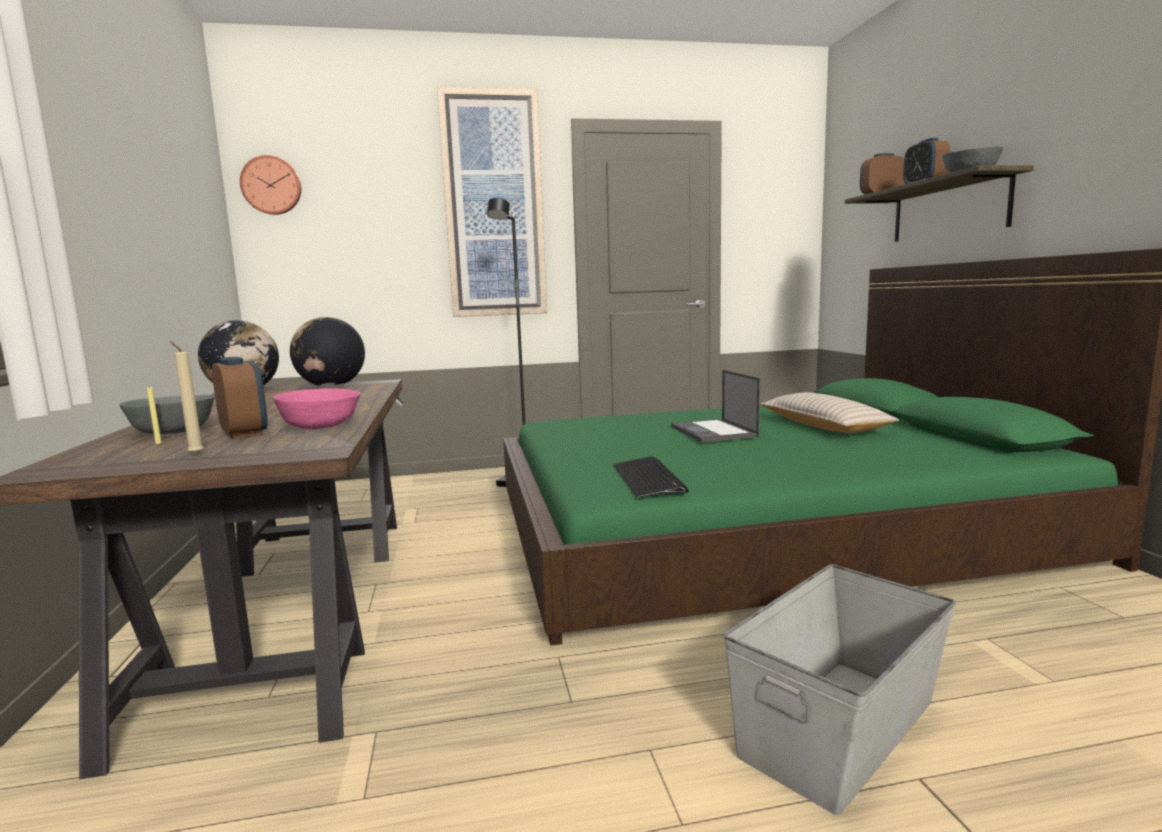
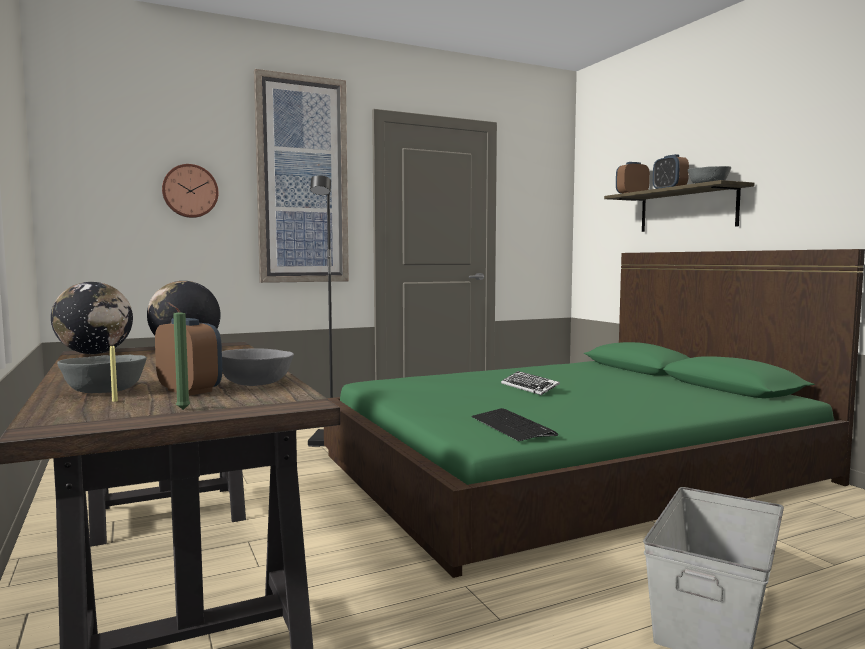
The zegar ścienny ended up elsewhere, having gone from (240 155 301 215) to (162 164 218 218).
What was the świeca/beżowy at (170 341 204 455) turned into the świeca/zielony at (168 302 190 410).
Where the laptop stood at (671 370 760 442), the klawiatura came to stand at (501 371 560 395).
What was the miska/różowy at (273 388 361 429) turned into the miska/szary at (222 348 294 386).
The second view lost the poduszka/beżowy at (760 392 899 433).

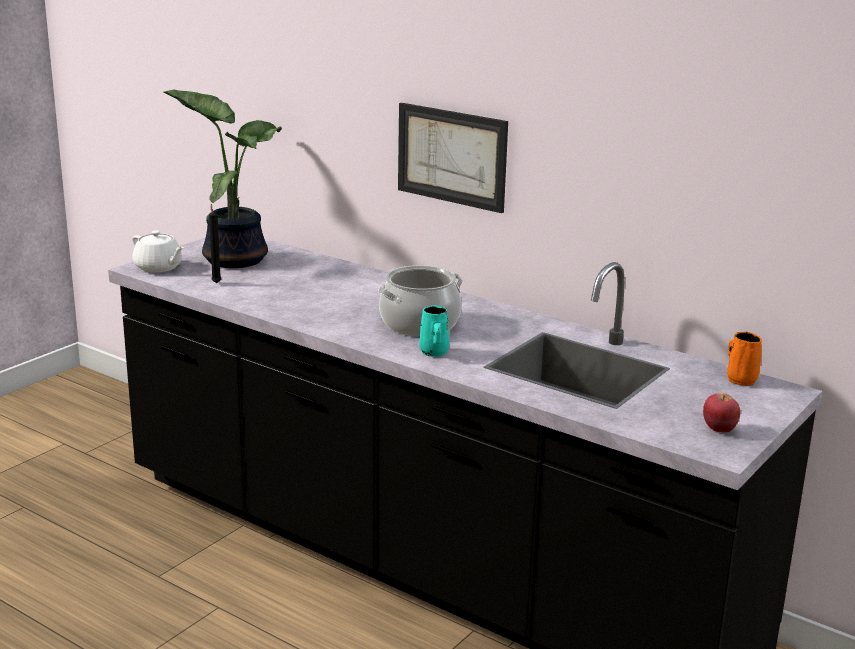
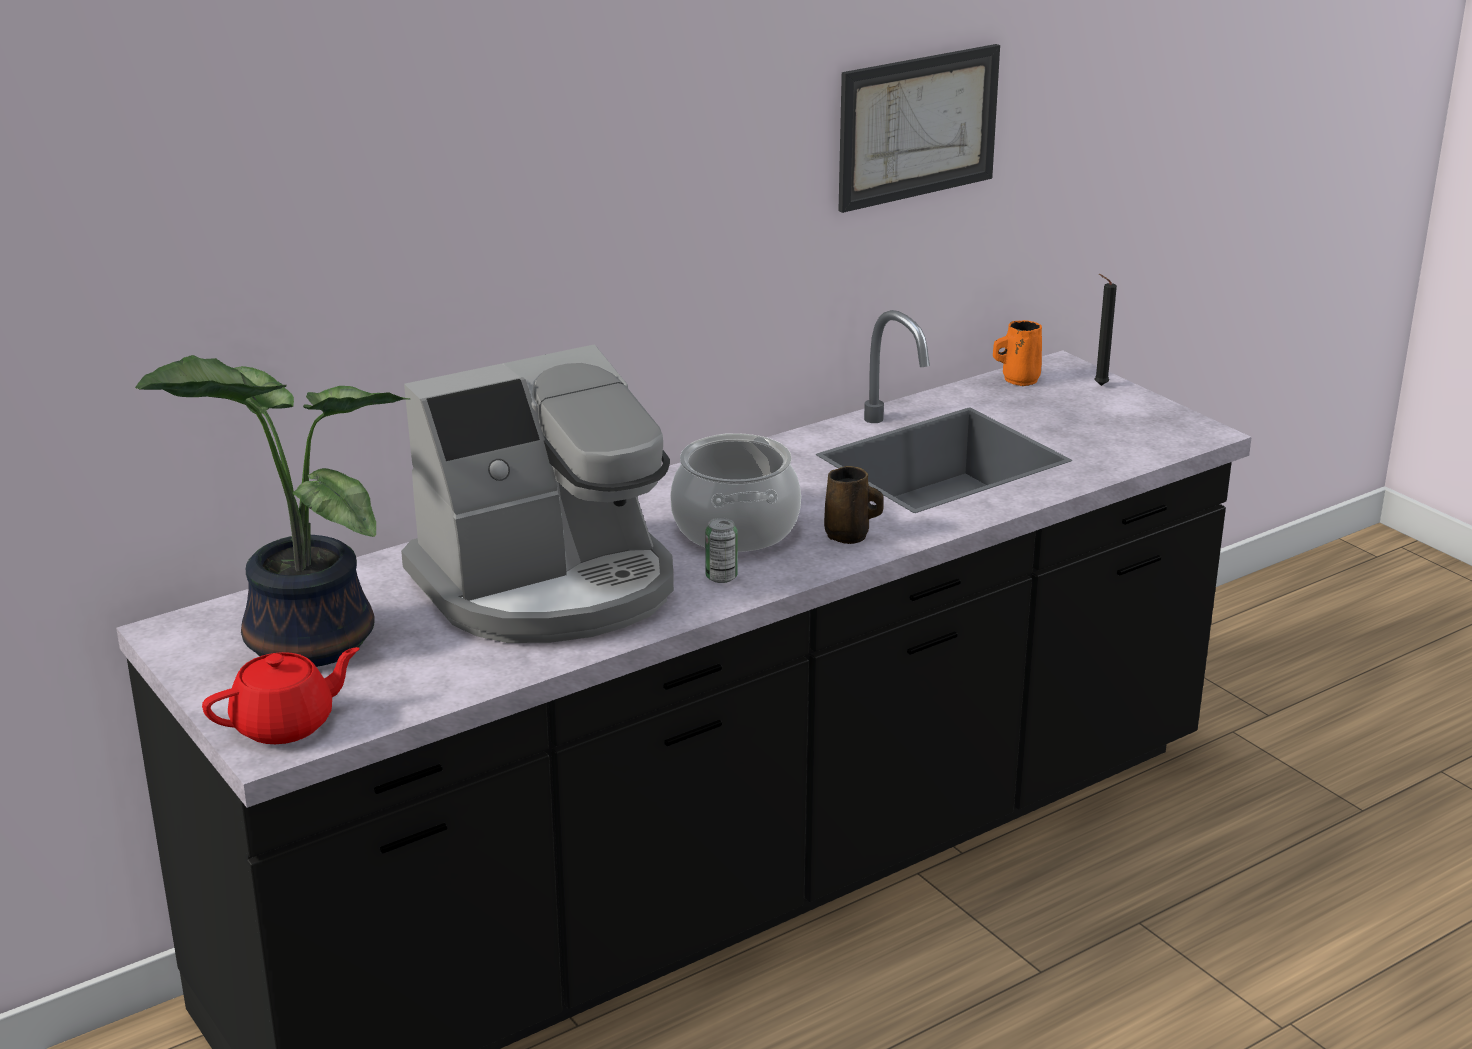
The obraz ended up elsewhere, having gone from (398 103 508 213) to (838 44 1000 213).
The świeca/czarny ended up elsewhere, having gone from (209 204 221 283) to (1094 274 1117 386).
What was the imbryk/biały at (132 230 184 272) turned into the imbryk/czerwony at (202 647 359 744).
What was the kubek/turkusowy at (419 306 449 357) turned into the kubek/brązowy at (824 466 884 544).
The second view lost the jabłko at (703 393 740 433).
The second view gained the ekspres do kawy at (401 344 674 643).
The second view gained the puszka at (705 518 738 583).

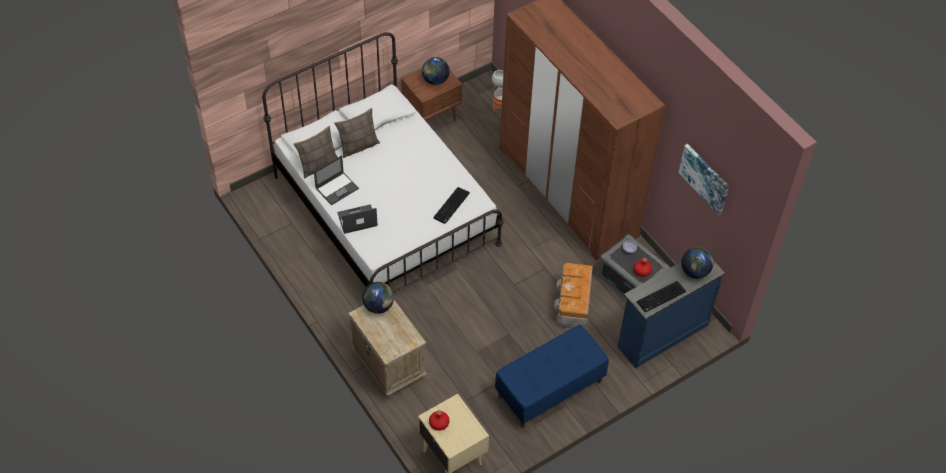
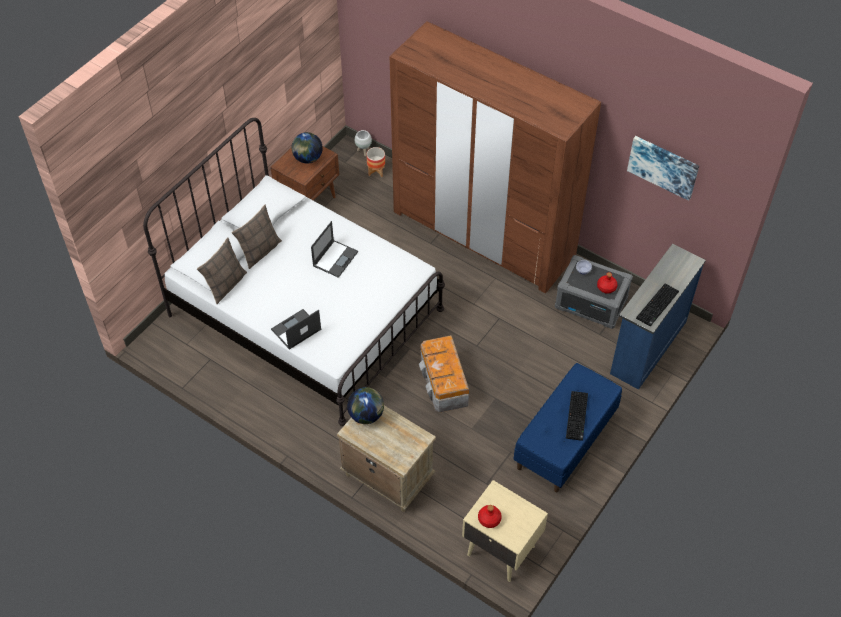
The laptop ended up elsewhere, having gone from (314 155 359 205) to (311 221 358 278).
The klawiatura ended up elsewhere, having gone from (433 187 470 224) to (566 391 588 441).
The second view lost the globus at (681 247 714 279).
The pojemnik do przechowywania ended up elsewhere, having gone from (554 263 593 330) to (419 335 469 413).

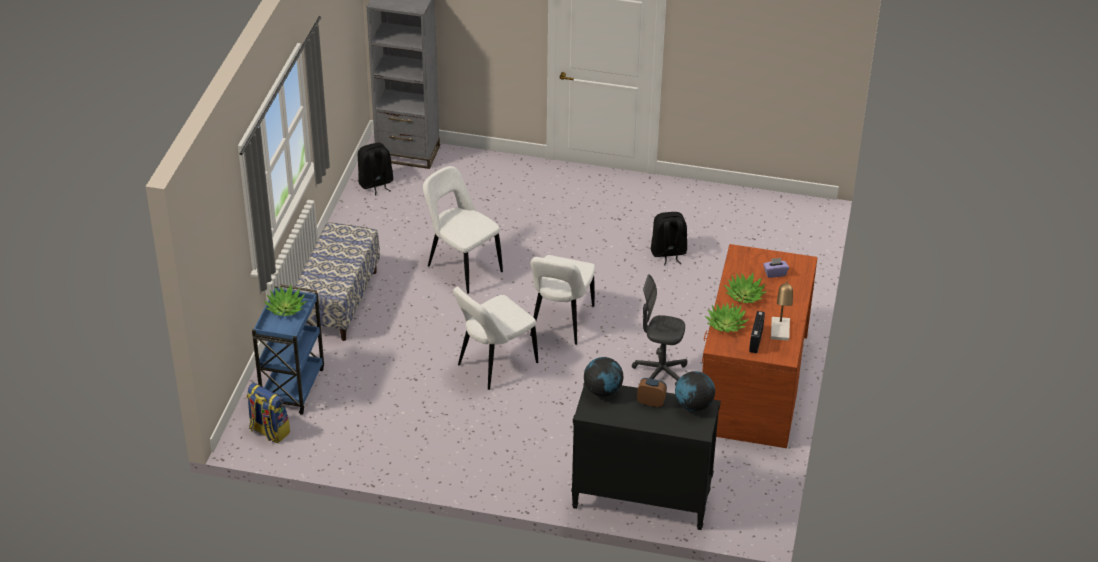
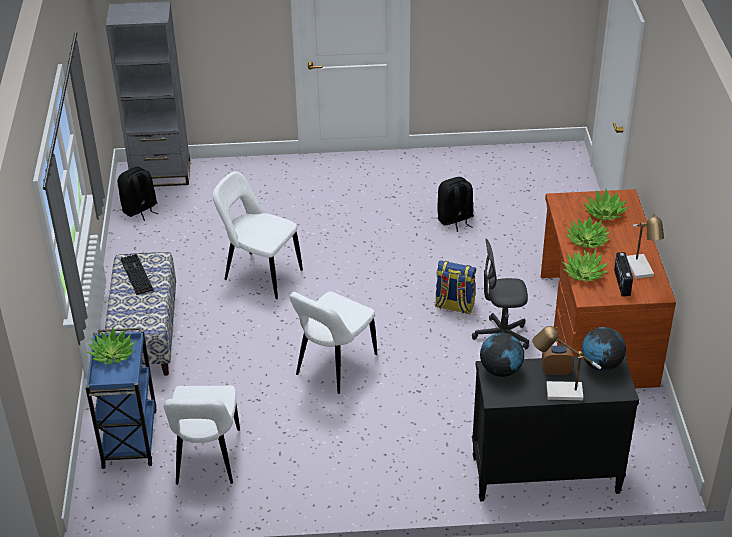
The krzesło/biały ended up elsewhere, having gone from (530 255 595 345) to (163 386 240 485).
Where the pudełko chusteczek/fioletowy stood at (763 258 789 278), the roślina doniczkowa came to stand at (583 189 629 220).
The plecak ended up elsewhere, having gone from (247 383 290 443) to (435 260 476 314).
The second view gained the klawiatura at (121 254 153 295).
The second view gained the lampa stołowa at (532 326 601 400).

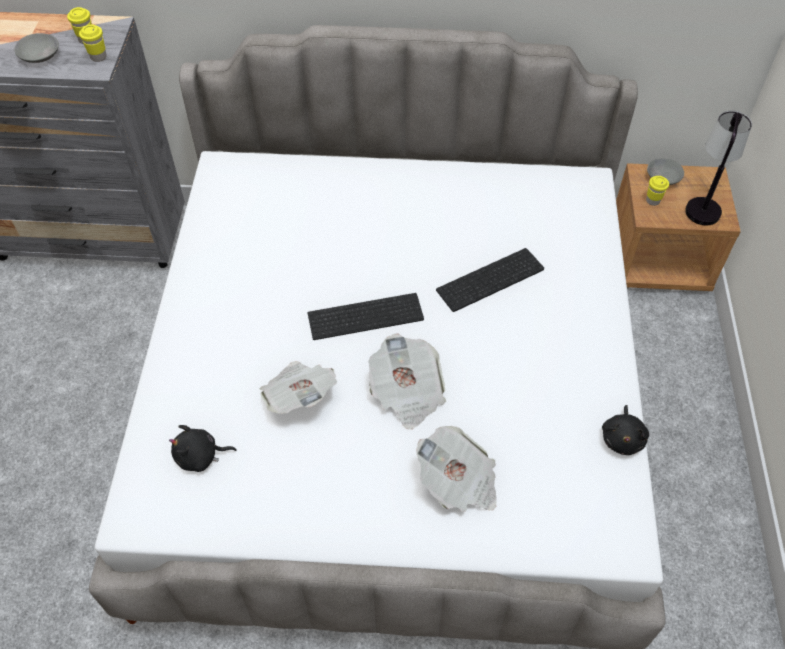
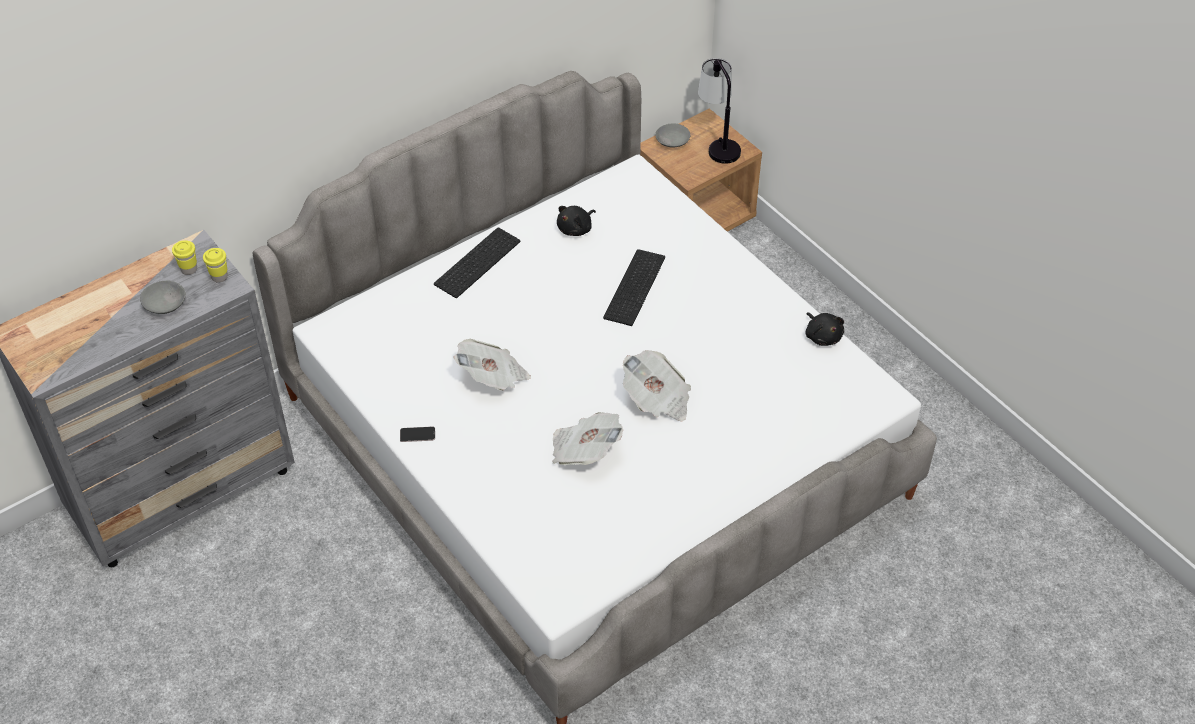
The second view lost the filiżanka/żółty at (646 176 669 206).
The klawiatura ended up elsewhere, having gone from (308 293 424 340) to (434 227 520 298).
The pluszak/czarny ended up elsewhere, having gone from (169 425 237 472) to (557 206 596 236).
The gazeta ended up elsewhere, having gone from (416 426 497 512) to (453 339 531 390).
The second view gained the telefon at (400 427 435 442).

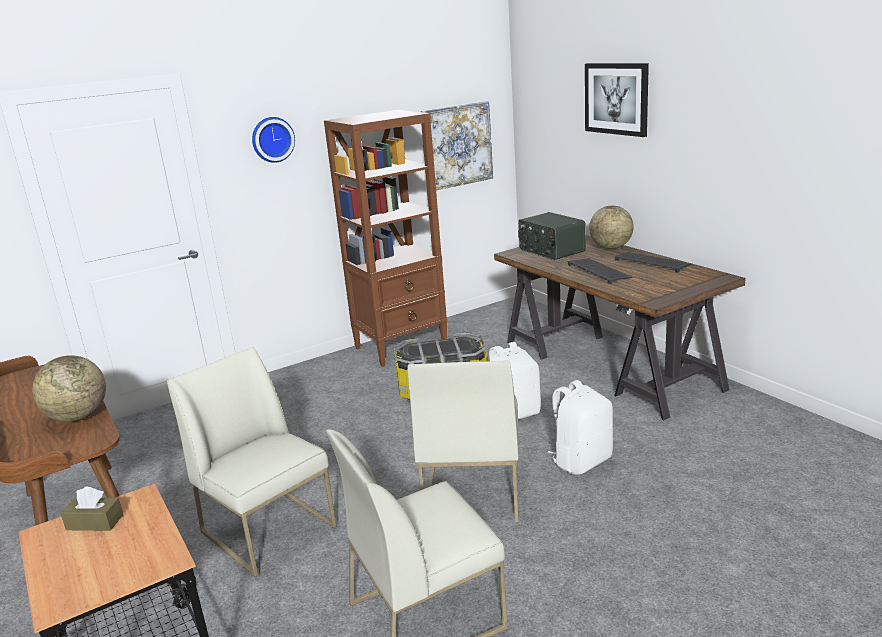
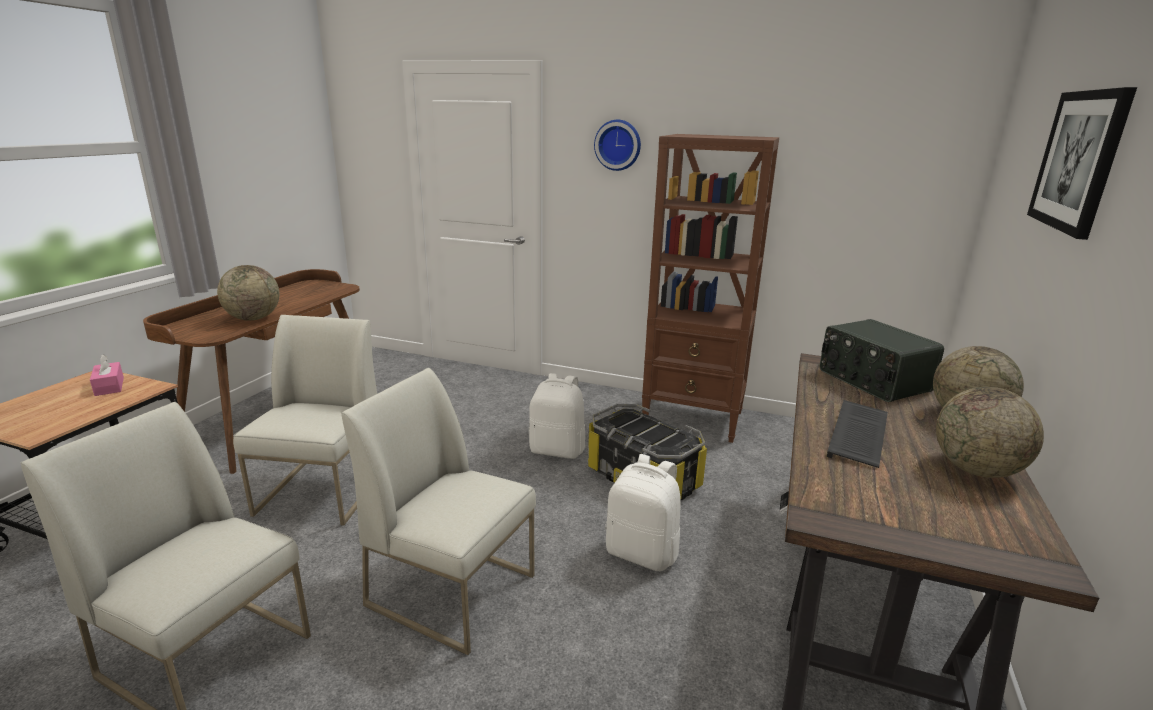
The second view lost the obraz at (420 101 493 190).
The radio at (518 212 586 260) ended up facing another way, 45 degrees counterclockwise from before.
Where the klawiatura stood at (614 252 692 273), the globus came to stand at (936 387 1044 478).
The krzesło/biały at (408 360 519 522) ended up facing another way, 60 degrees clockwise from before.
The plecak/biały ended up elsewhere, having gone from (548 380 613 475) to (529 373 585 459).
What was the pudełko chusteczek/brązowy at (61 487 123 531) turned into the pudełko chusteczek/różowy at (90 354 124 396).

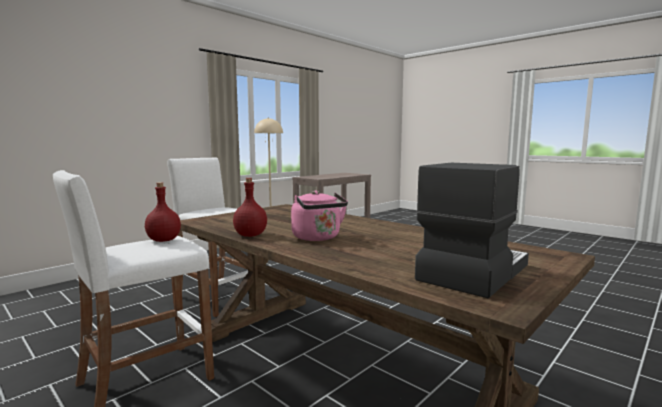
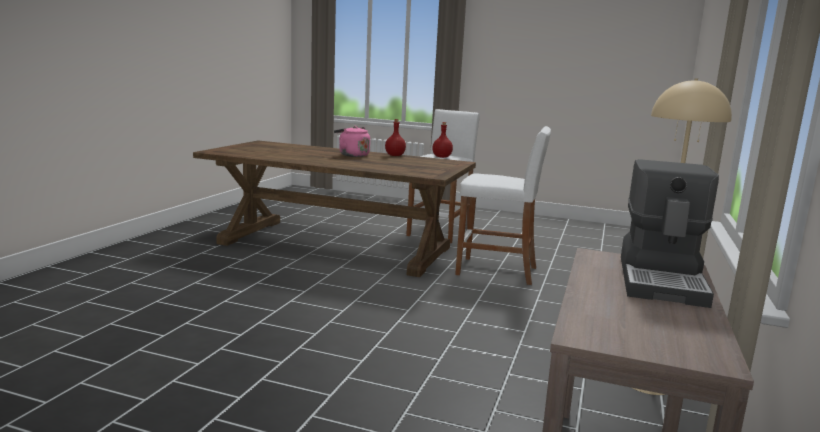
The ekspres do kawy ended up elsewhere, having gone from (415 163 529 298) to (621 159 719 308).

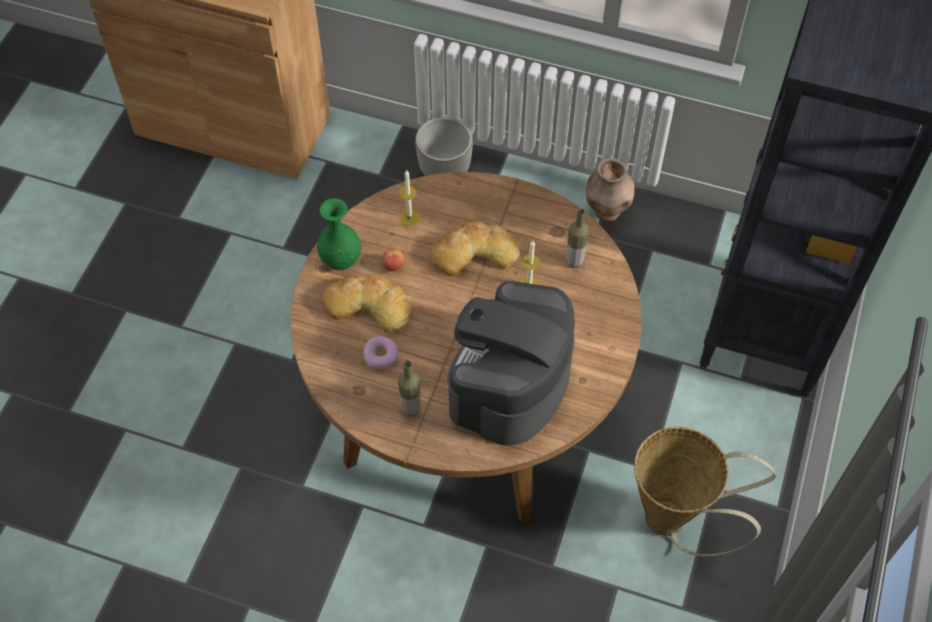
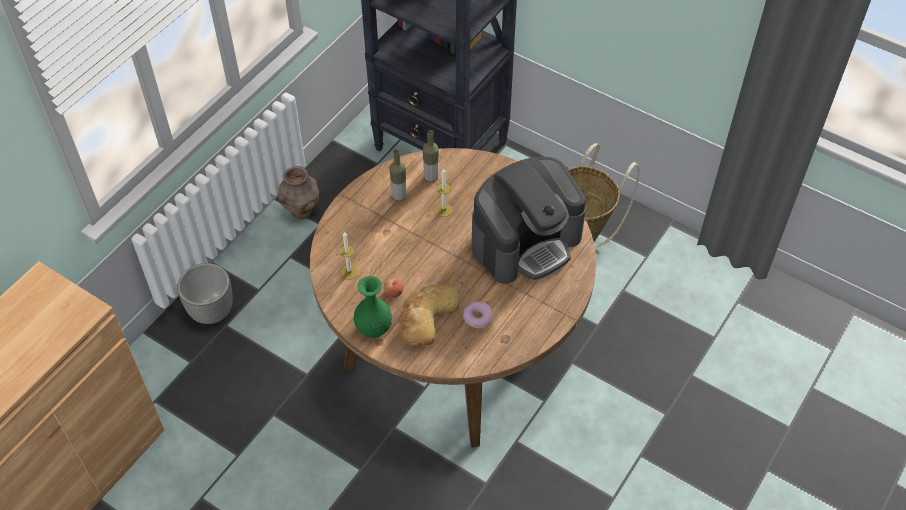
The second view lost the chleb at (430 221 520 276).
The ekspres do kawy at (447 281 575 446) ended up facing another way, 75 degrees counterclockwise from before.
The butelka ended up elsewhere, having gone from (398 361 421 416) to (389 149 406 202).

